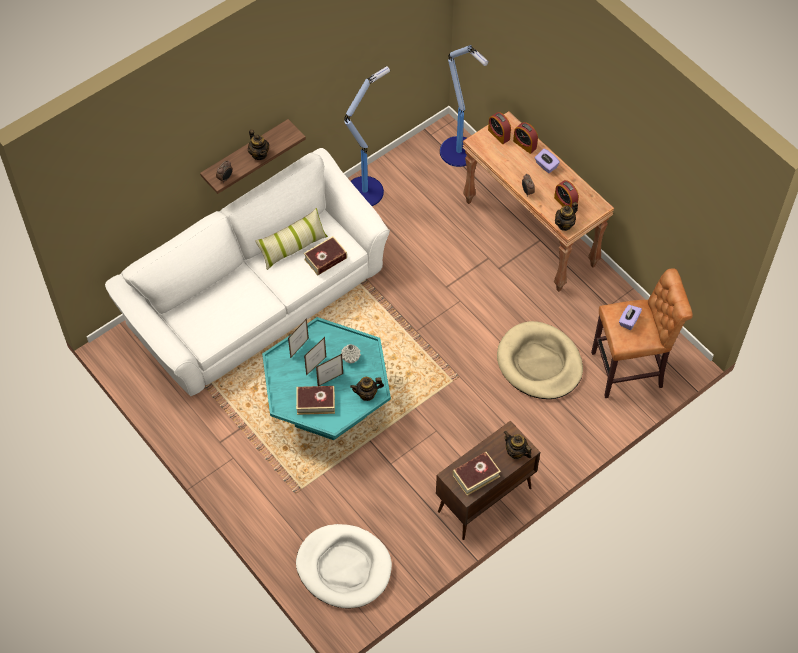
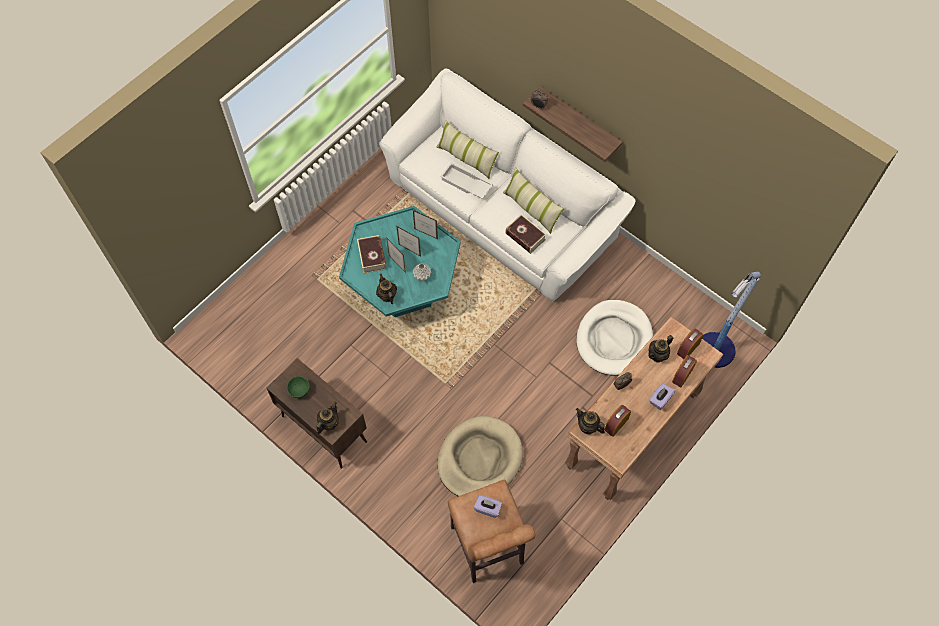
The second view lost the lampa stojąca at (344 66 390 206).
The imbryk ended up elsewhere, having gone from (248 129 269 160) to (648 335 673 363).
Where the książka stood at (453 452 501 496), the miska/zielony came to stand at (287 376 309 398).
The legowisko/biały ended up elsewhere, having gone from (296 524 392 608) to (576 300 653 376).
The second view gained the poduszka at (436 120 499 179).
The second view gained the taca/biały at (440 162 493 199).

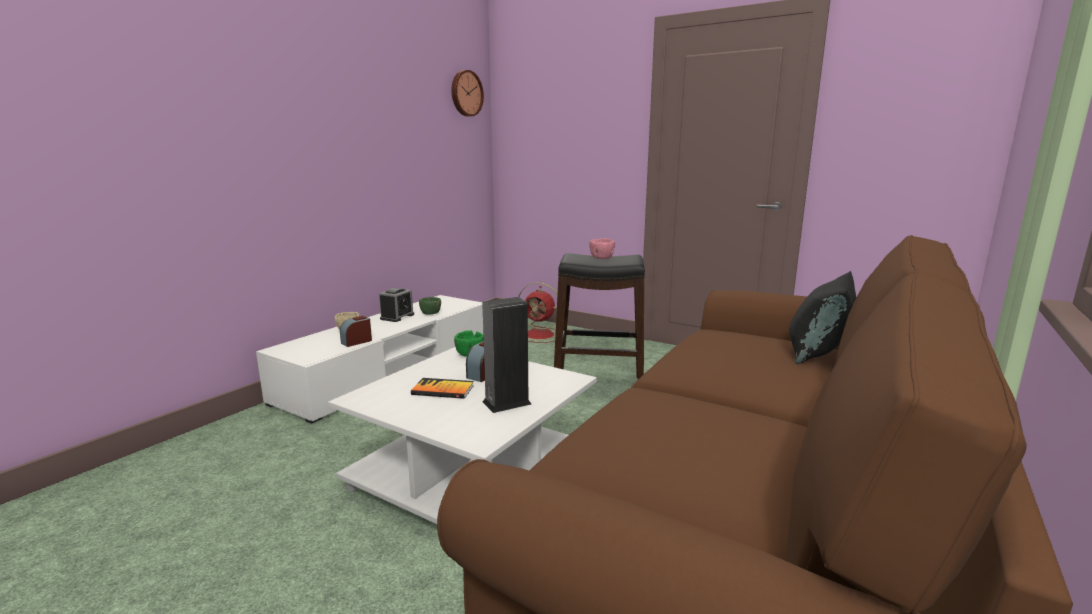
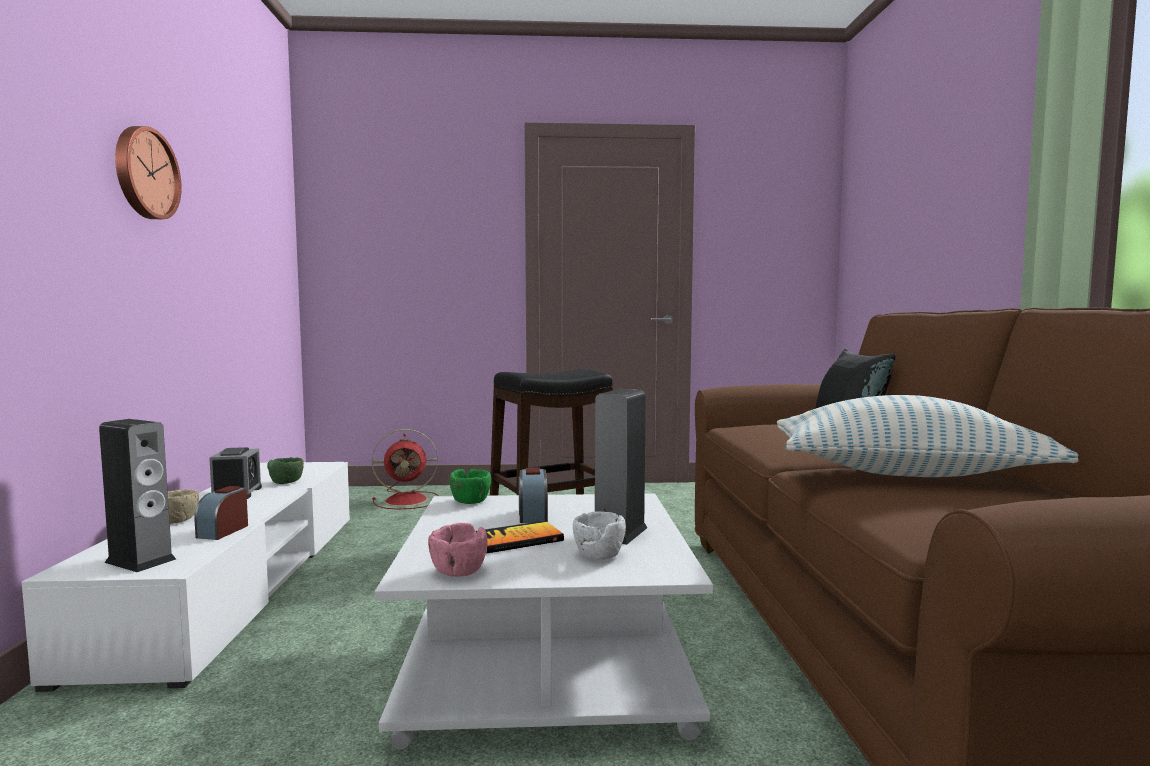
The zegar ścienny ended up elsewhere, having gone from (451 70 484 117) to (115 126 182 219).
The miska/różowy ended up elsewhere, having gone from (589 238 615 259) to (428 523 487 577).
The second view gained the poduszka at (777 395 1079 477).
The second view gained the głośnik at (99 419 176 572).
The second view gained the miska/biały at (573 511 626 560).

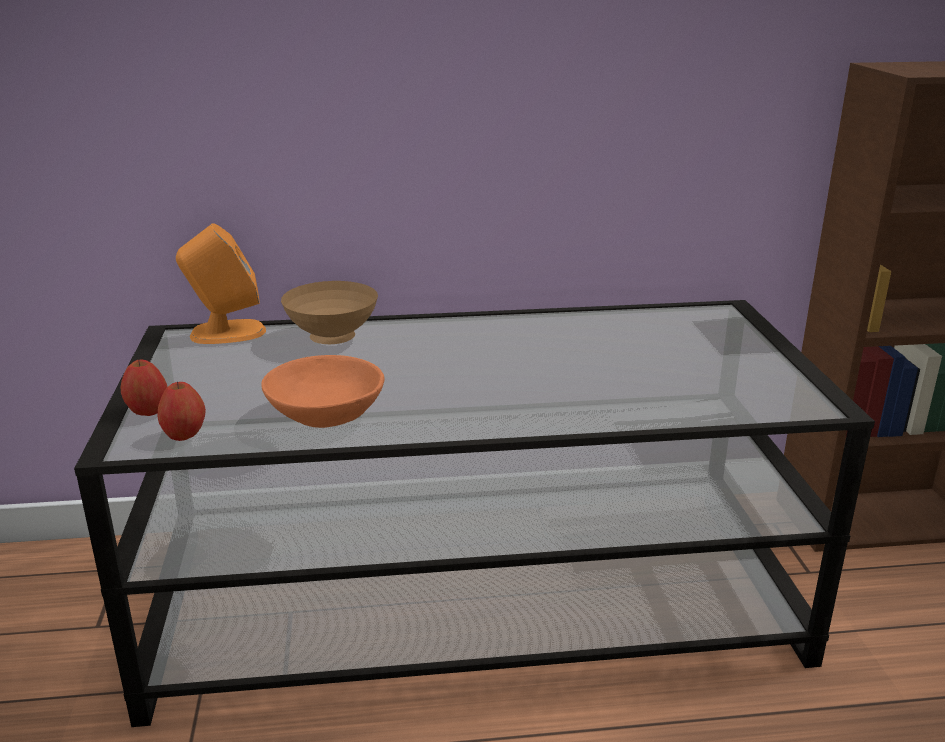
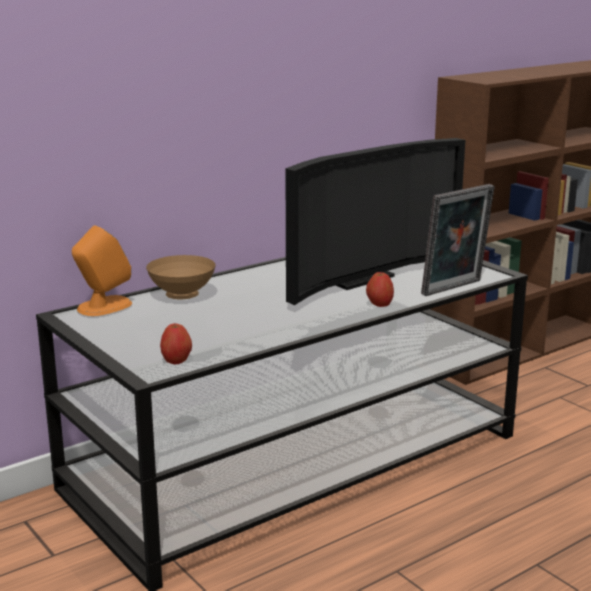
The second view lost the miska/pomarańczowy at (261 355 384 428).
The jabłko ended up elsewhere, having gone from (120 360 168 416) to (366 272 394 307).
The second view gained the telewizor at (286 138 465 305).
The second view gained the ramka na zdjęcie at (421 184 495 296).

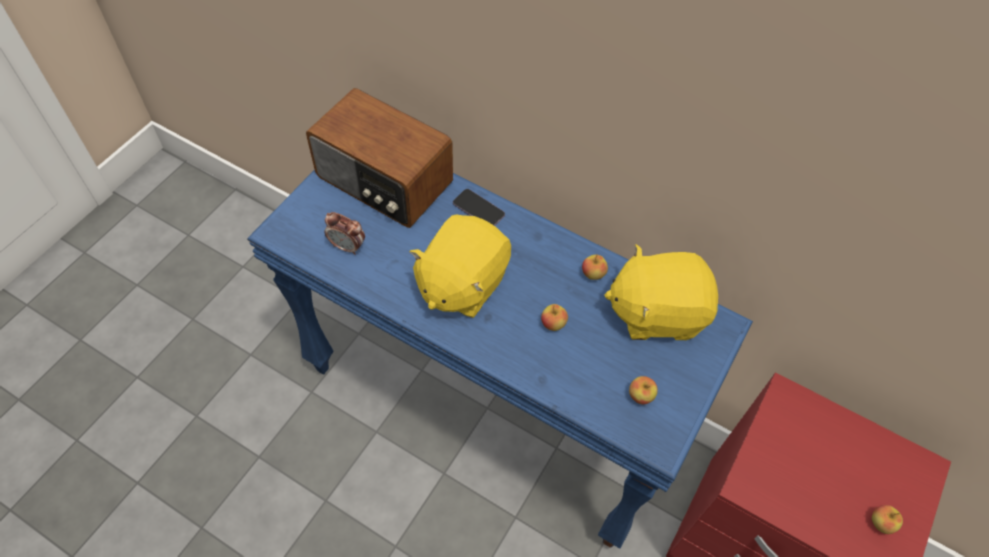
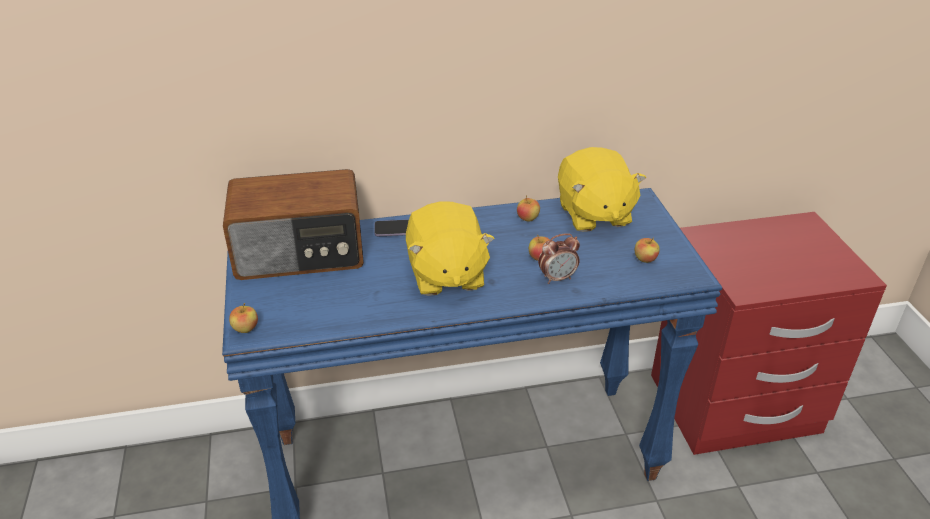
The budzik ended up elsewhere, having gone from (325 212 365 255) to (538 233 580 284).
The pluszak/żółty at (604 244 718 340) ended up facing another way, 60 degrees counterclockwise from before.
The jabłko ended up elsewhere, having gone from (872 505 903 534) to (229 303 258 333).

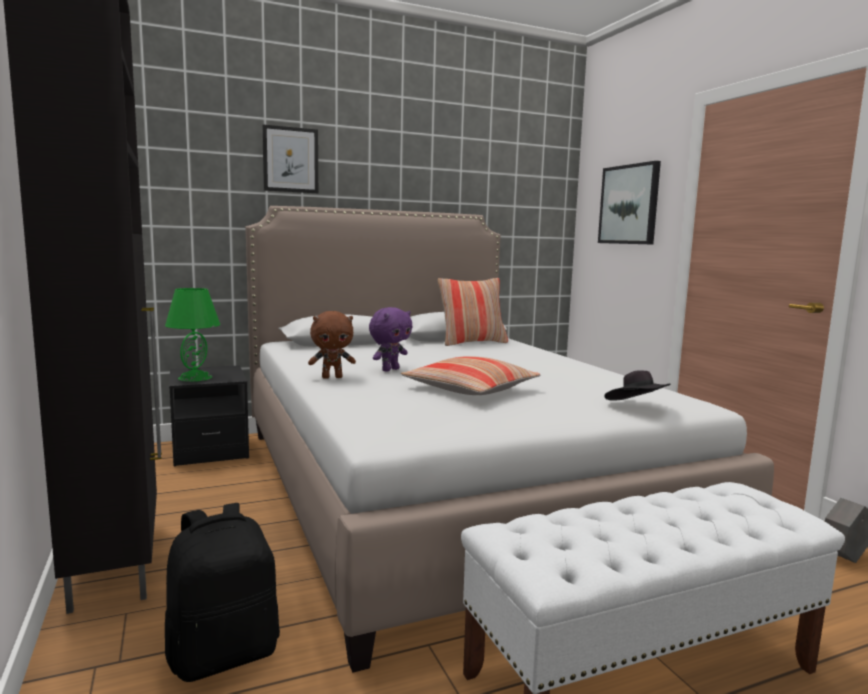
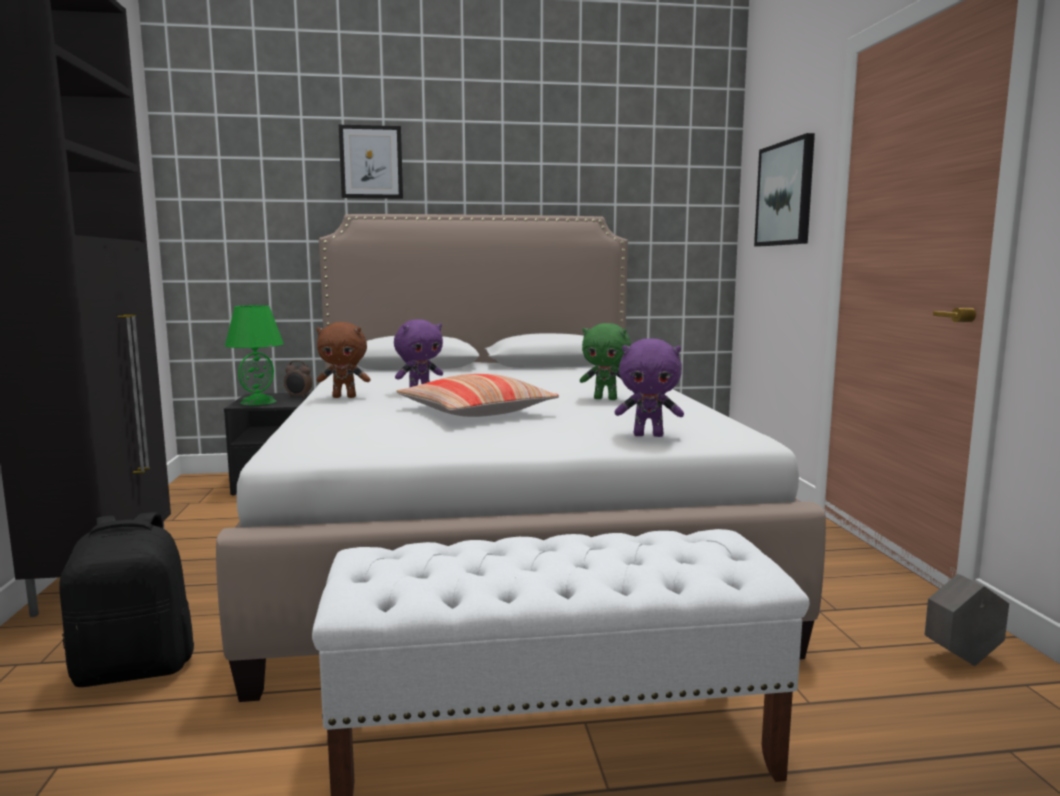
The second view lost the poduszka at (438 278 508 346).
Where the kapelusz/czarny stood at (604 371 671 401), the pluszak/fioletowy came to stand at (615 338 684 437).
The second view gained the pluszak/zielony at (580 323 631 400).
The second view gained the budzik at (284 360 312 398).

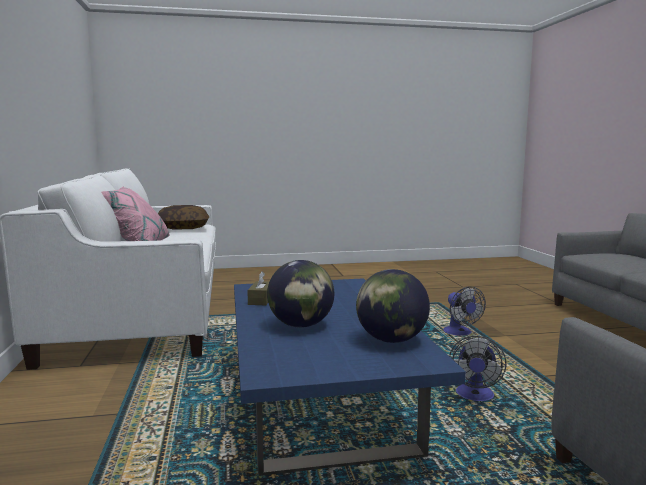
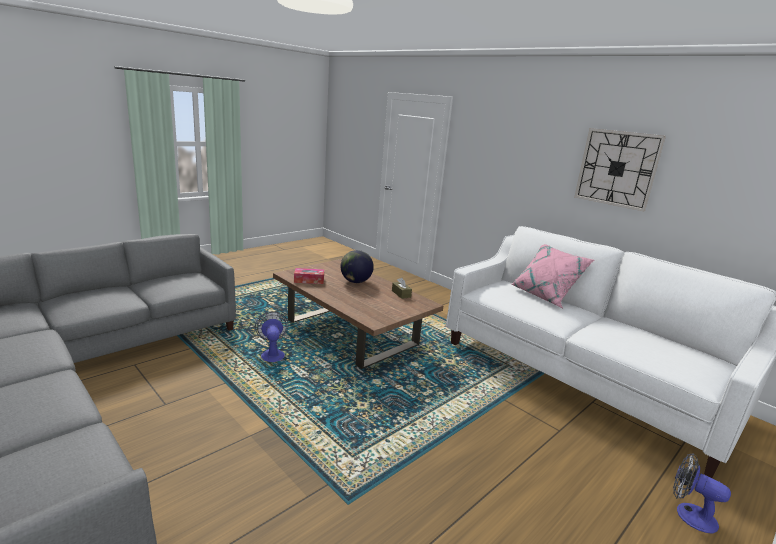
The second view lost the poduszka at (158 205 209 230).
Where the globus stood at (356 269 430 343), the pudełko chusteczek came to stand at (294 268 324 284).
What was the ława/niebieski at (234 278 466 476) turned into the ława/brązowy at (273 259 443 369).
The wentylator ended up elsewhere, having gone from (443 287 486 336) to (673 453 731 533).
The second view gained the zegar ścienny at (574 128 666 211).

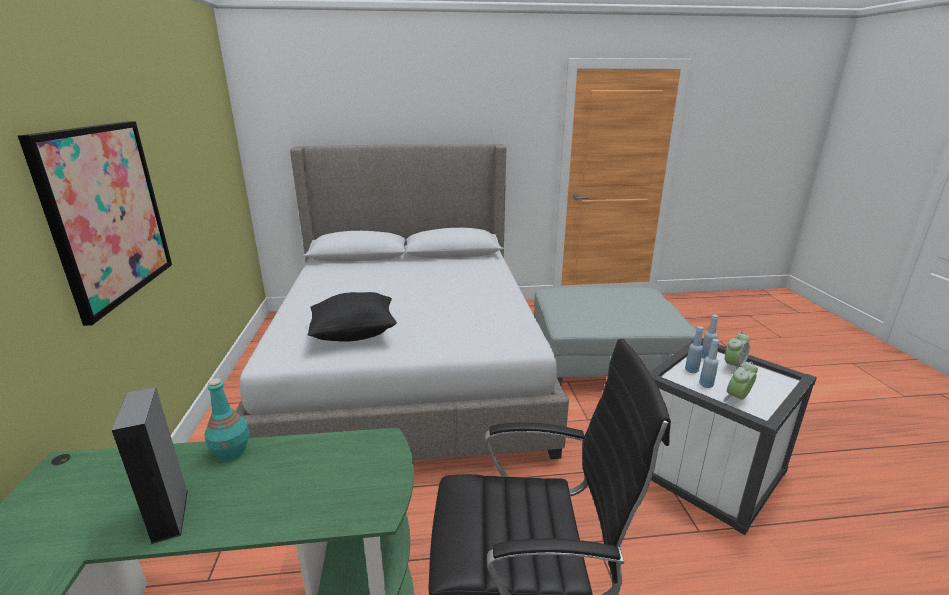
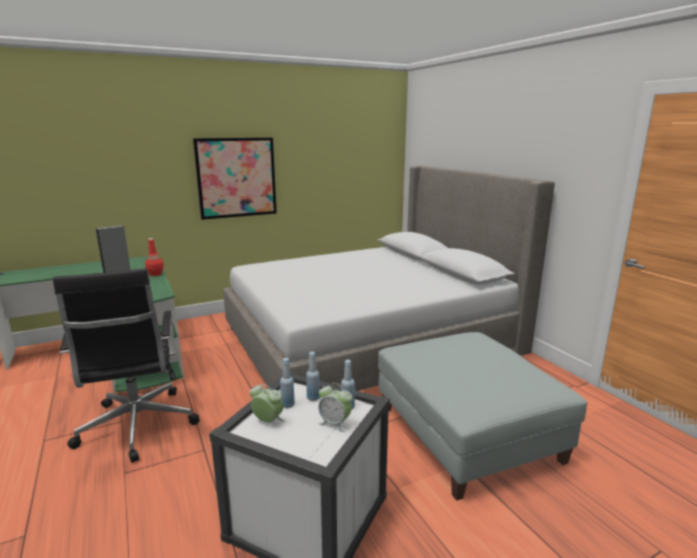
The second view lost the poduszka/czarny at (308 292 397 342).
What was the butelka/turkusowy at (204 378 249 461) turned into the butelka/czerwony at (145 238 164 276).

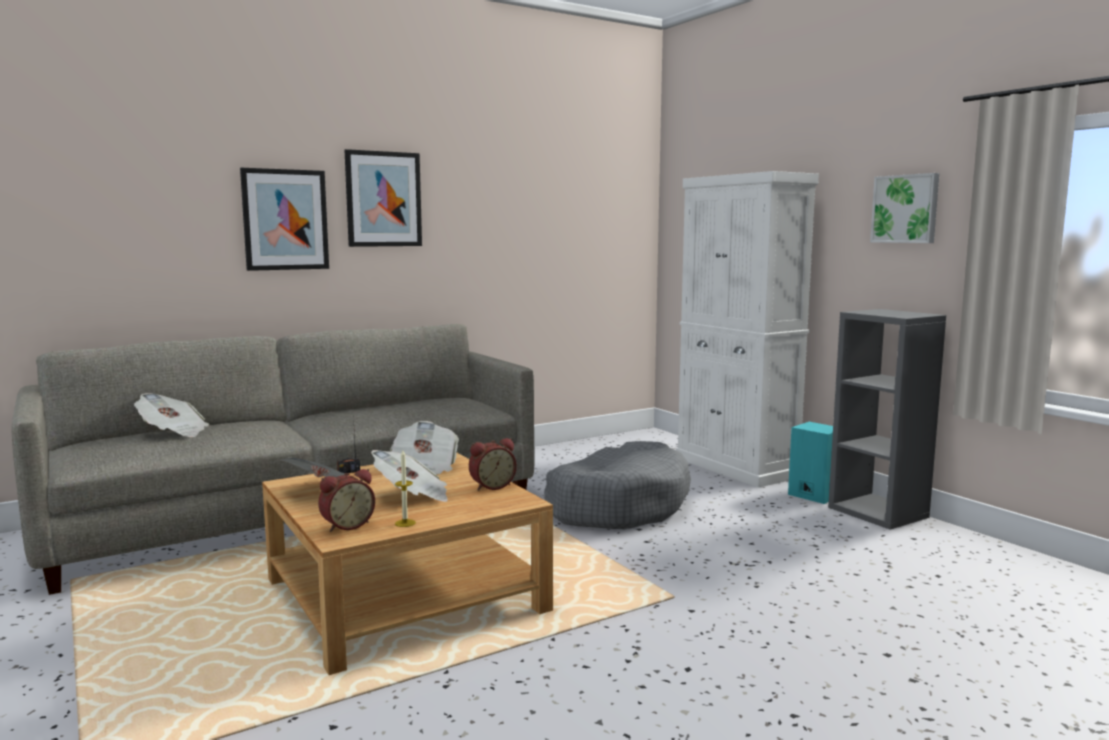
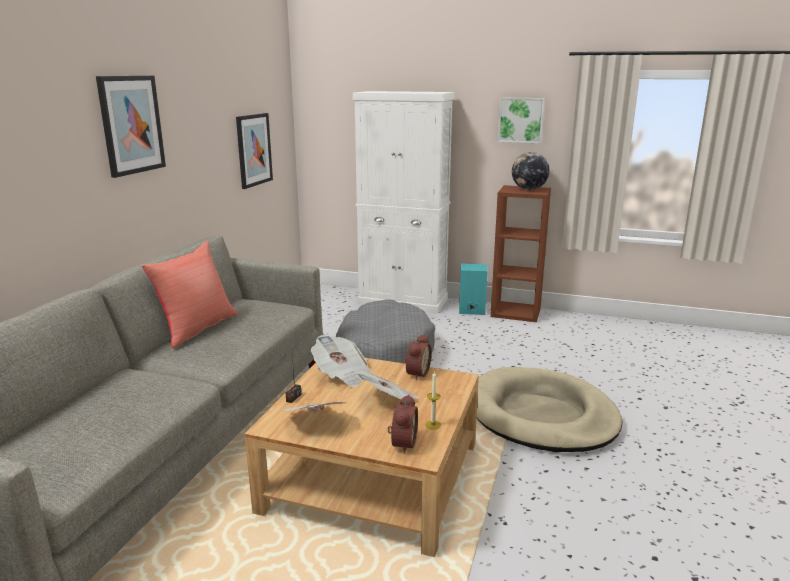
The obraz ended up elsewhere, having gone from (240 168 329 271) to (236 113 273 189).
What was the regał/szary at (828 309 946 530) turned into the regał/brązowy at (491 185 551 322).
The second view lost the gazeta at (134 393 209 437).
The second view gained the globus at (512 152 550 190).
The second view gained the poduszka/czerwony at (141 241 238 349).
The second view gained the legowisko/beżowy at (476 367 623 452).

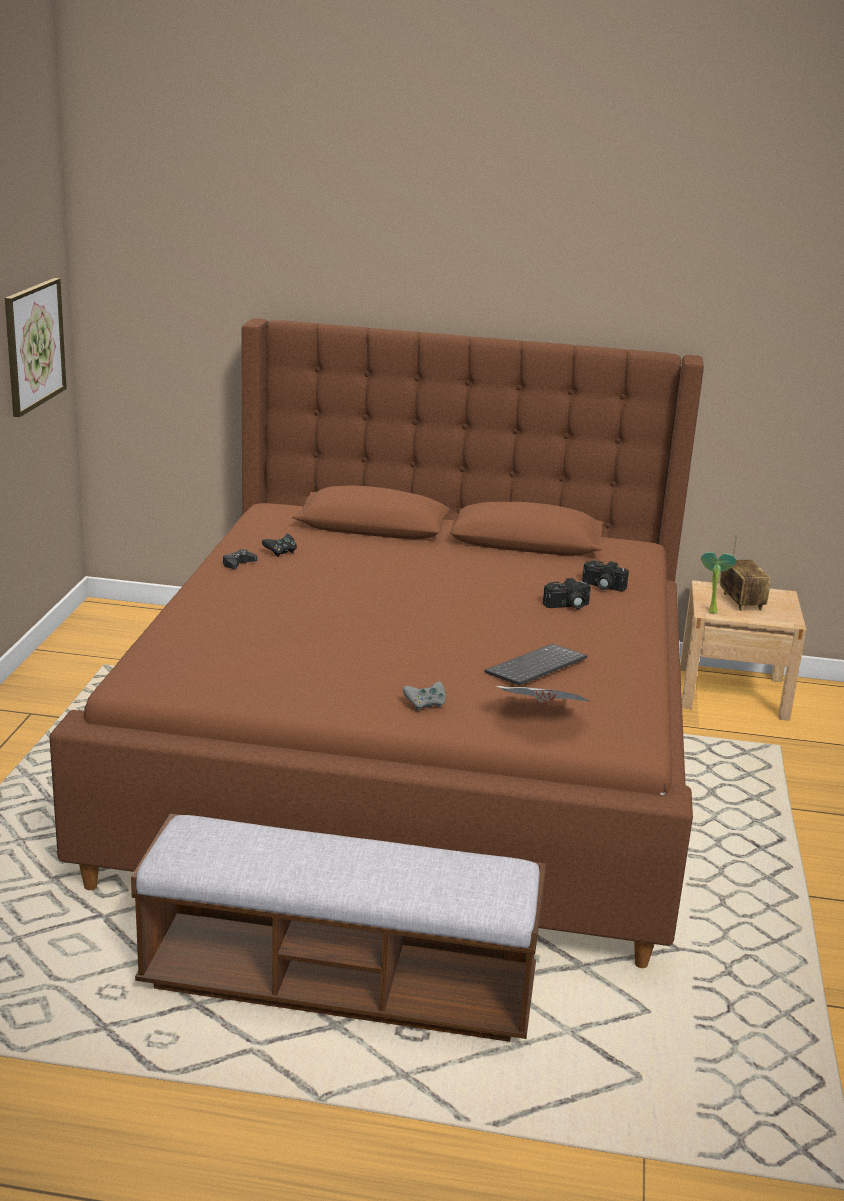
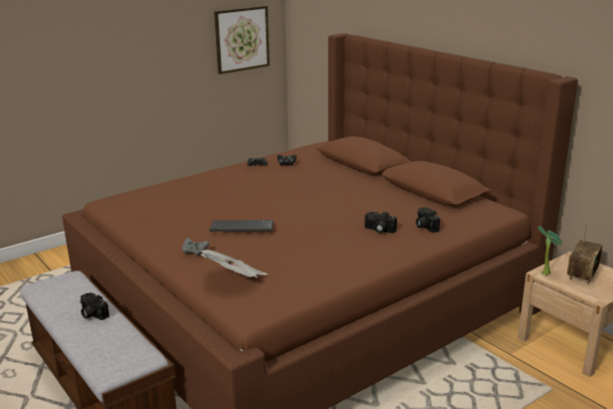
The klawiatura ended up elsewhere, having gone from (485 644 587 686) to (210 220 274 232).
The second view gained the aparat fotograficzny at (80 293 109 320).

